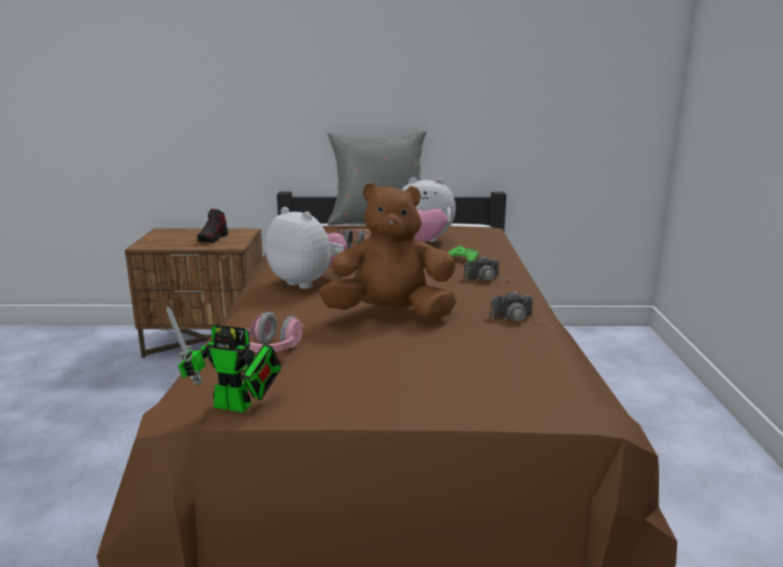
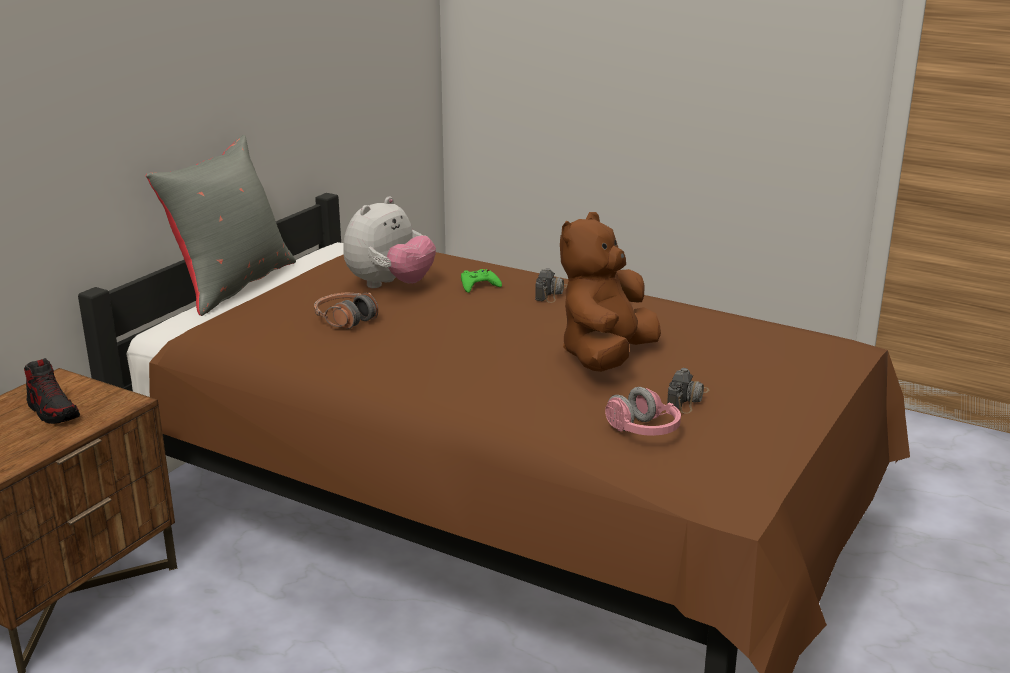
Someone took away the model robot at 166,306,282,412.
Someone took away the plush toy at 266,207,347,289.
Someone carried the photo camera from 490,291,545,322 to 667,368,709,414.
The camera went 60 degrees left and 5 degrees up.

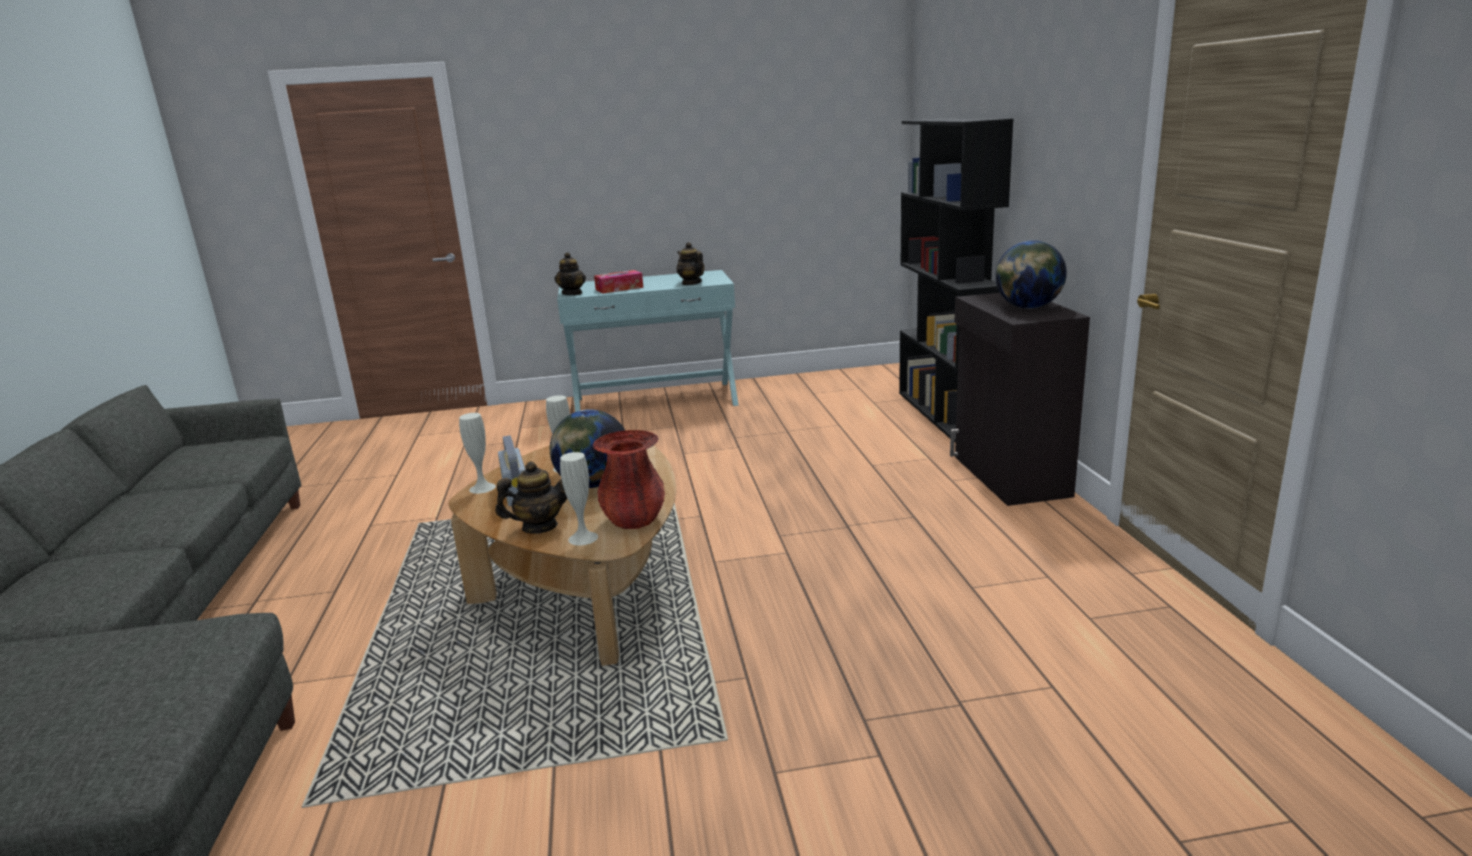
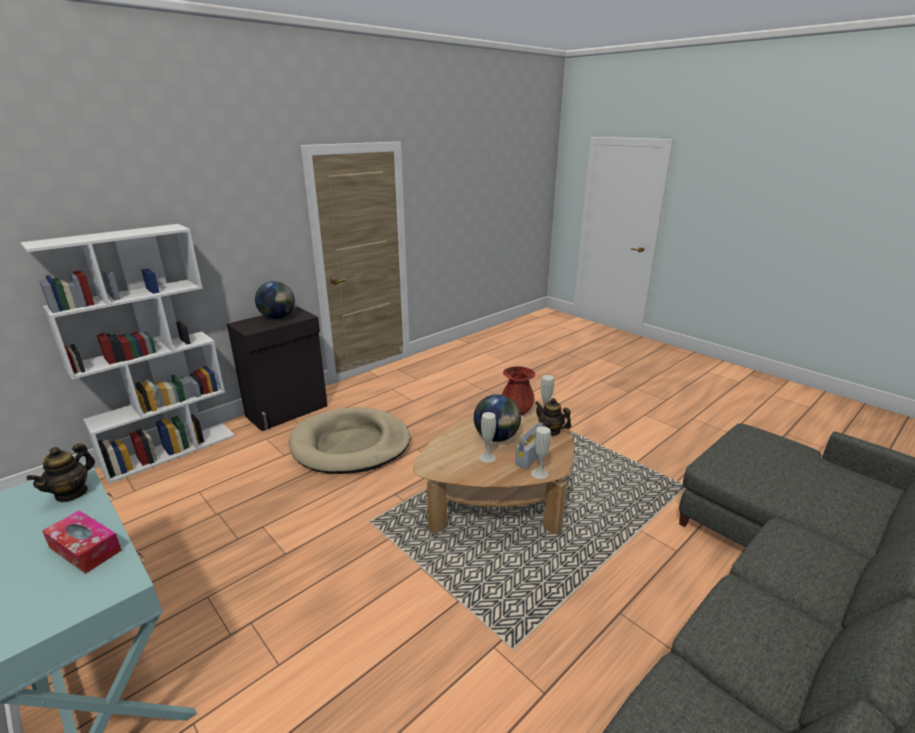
Someone took away the teapot at 555,252,586,295.
Someone put down the dog bed (sand-coloured) at 289,407,410,474.
Someone repainted the shelving unit (black-coloured) at 899,118,1013,442, which became the shelving unit (white-coloured) at 20,224,235,484.
The camera went 125 degrees left and 5 degrees up.

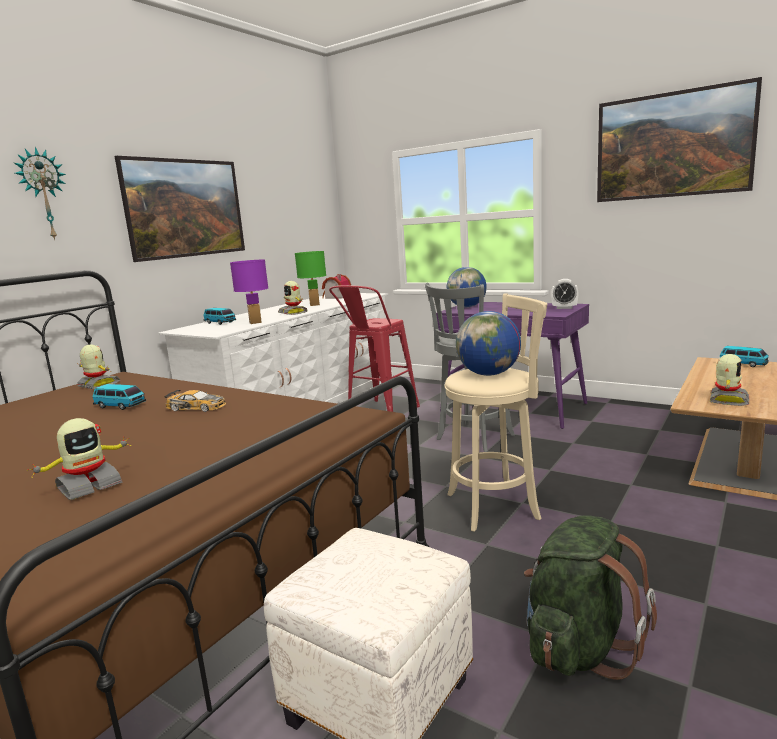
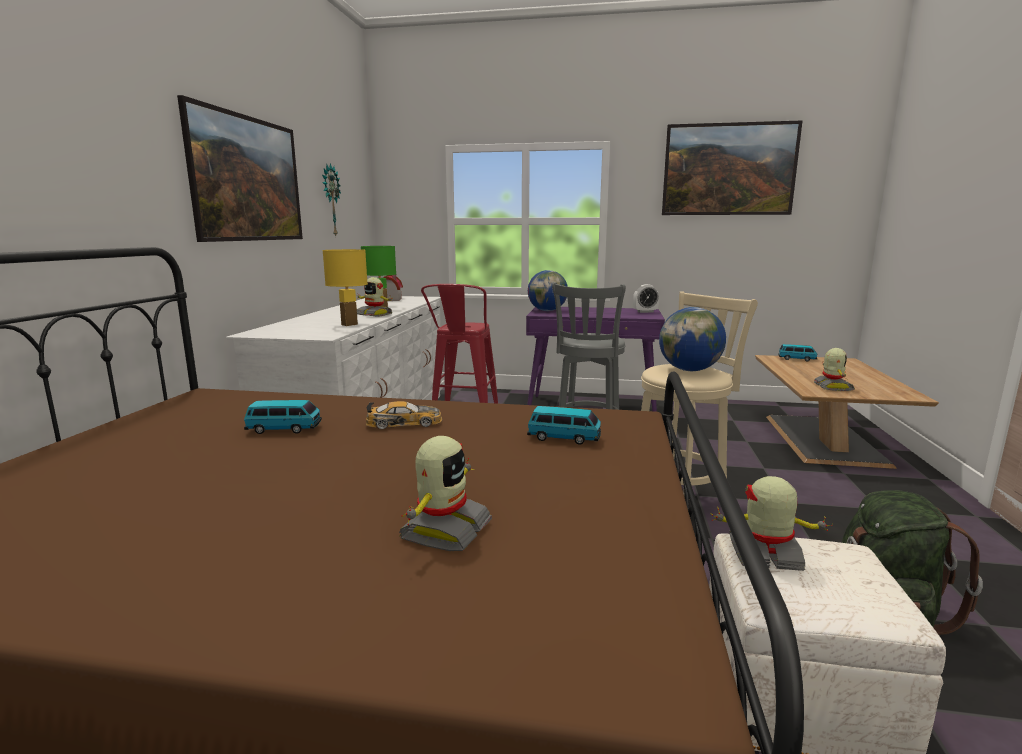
Someone carried the wall clock from 14,147,66,240 to 322,163,341,236.
Someone carried the model robot from 77,344,121,389 to 711,476,832,571.
Someone carried the toy car from 204,308,236,325 to 527,406,601,445.
Someone repainted the tabletop lamp (purple) at 230,260,268,324, which became the tabletop lamp (yellowish) at 322,249,368,326.
The camera went 25 degrees left and 0 degrees up.

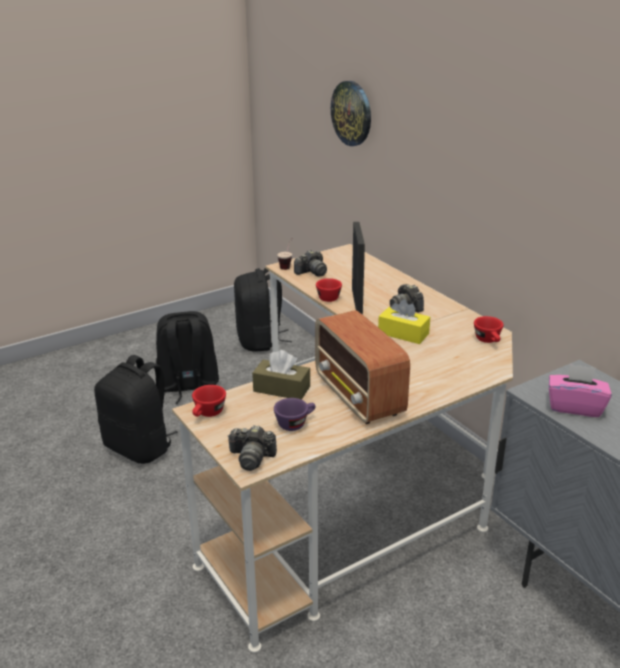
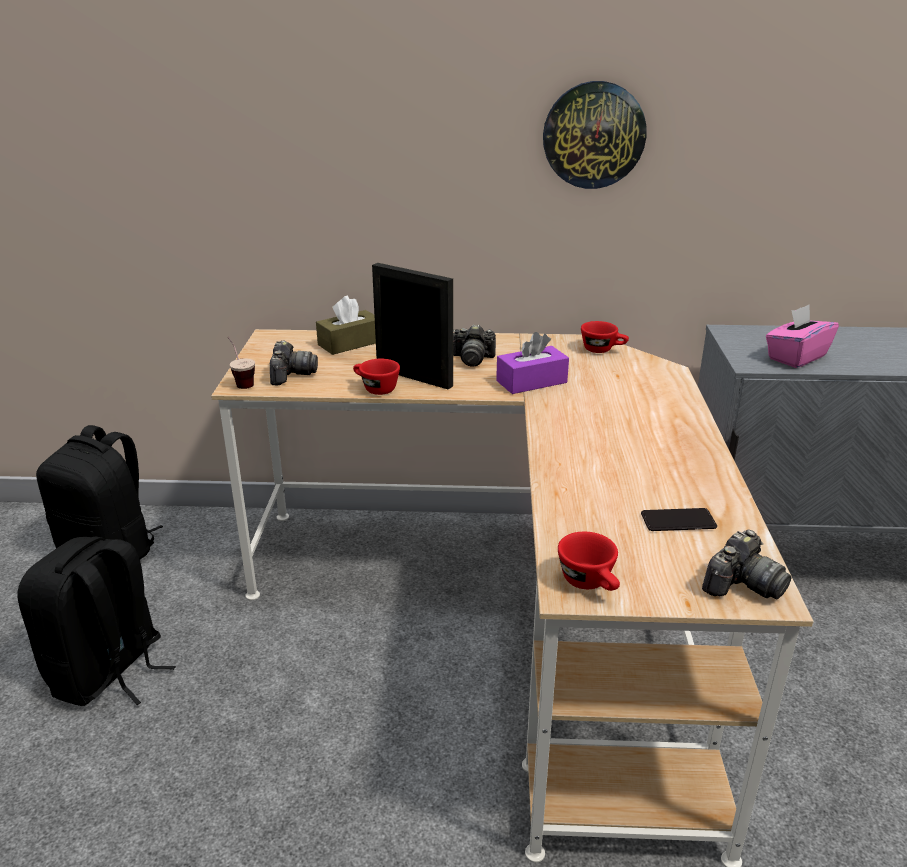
Someone took away the rucksack (black-coloured) at 94,355,178,464.
Someone took away the radio receiver at 315,310,410,424.
Someone carried the tissue box (brown-coloured) from 252,350,310,400 to 316,296,376,355.
Someone carried the wall clock from 331,81,371,146 to 543,81,646,189.
Someone swapped the cup (purple) at 274,398,316,431 for the telephone at 641,508,717,531.
Someone repainted the tissue box (yellowish) at 378,299,430,344, which became the tissue box (purple) at 496,332,569,394.
The camera went 55 degrees left and 0 degrees up.

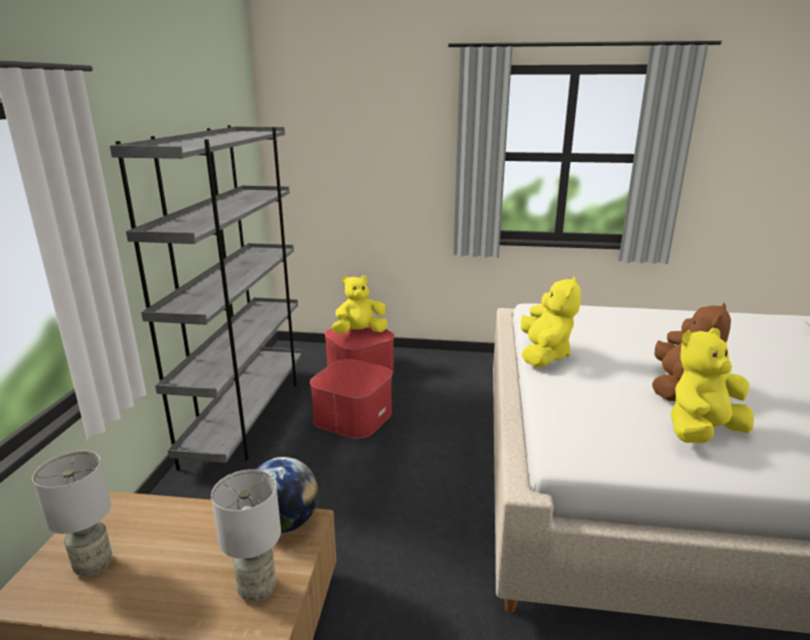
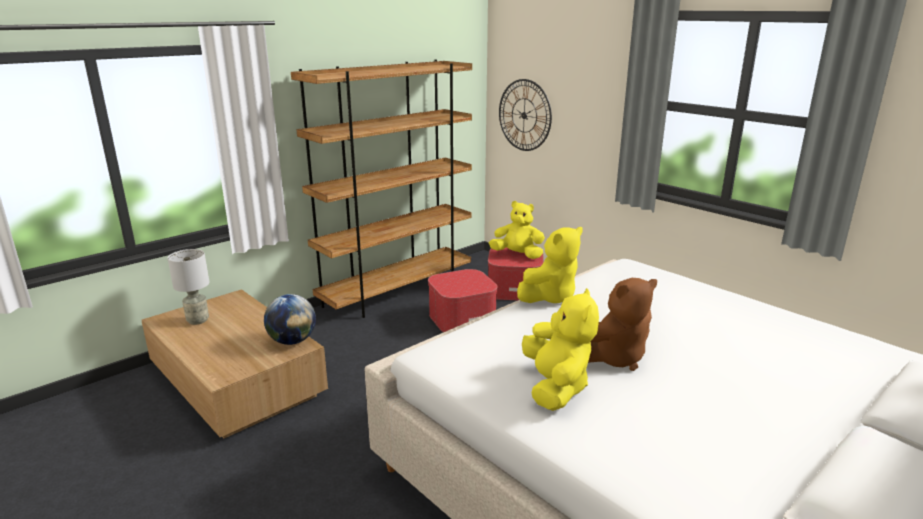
Someone took away the tabletop lamp (grey) at 211,469,281,602.
Someone put up the wall clock at 499,79,552,151.
Someone repainted the shelving unit (grey) at 110,125,302,471, which became the shelving unit (brown-coloured) at 291,60,472,318.
Someone rotated the plush toy (yellowish) at 671,328,754,443 by 75 degrees clockwise.
The camera went 40 degrees right and 0 degrees up.

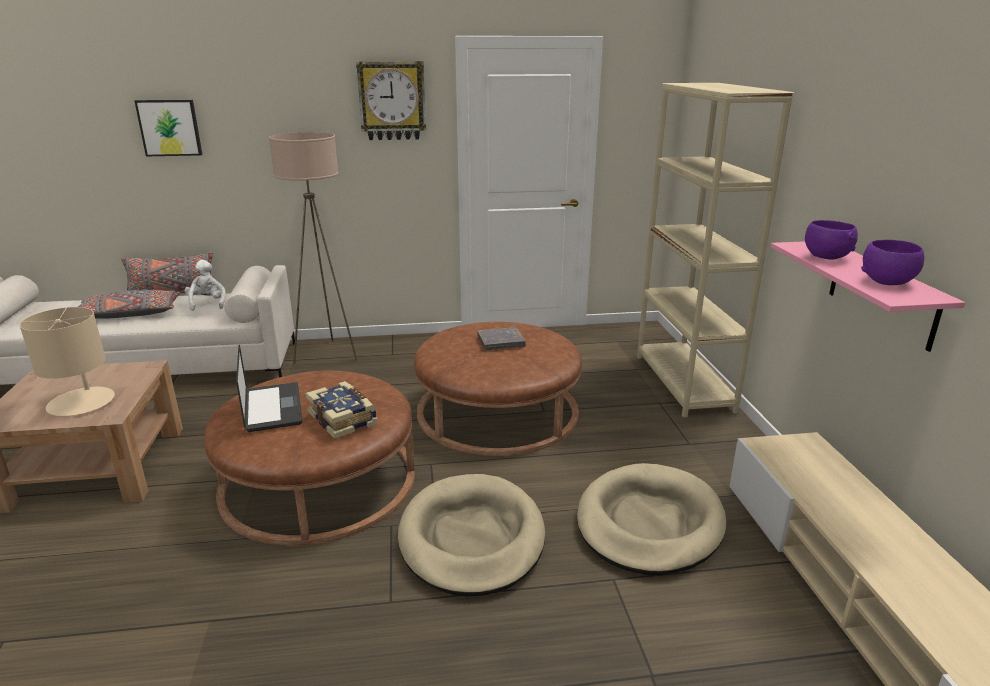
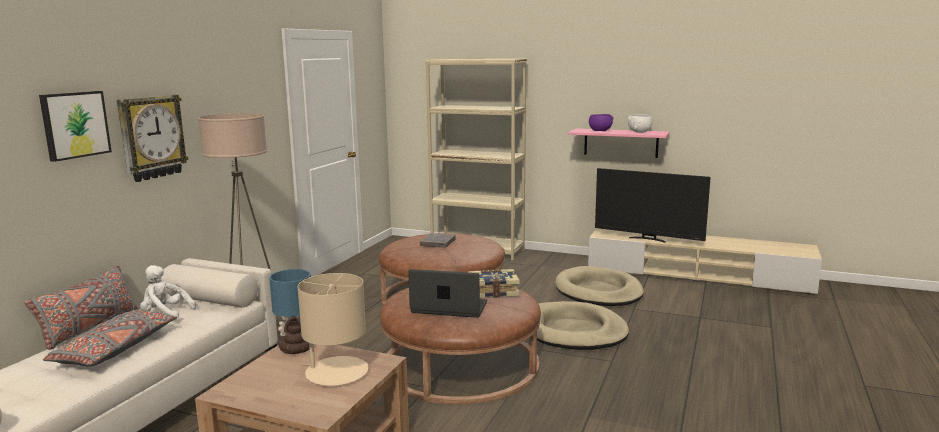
Someone put down the tabletop lamp at 269,269,311,354.
Someone put down the TV set at 595,168,711,243.
Someone carried the wall clock from 356,61,426,140 to 117,95,189,182.
Someone repainted the serving bowl (purple) at 861,240,924,285, which became the serving bowl (white-coloured) at 628,114,653,133.
The camera went 60 degrees left and 10 degrees down.

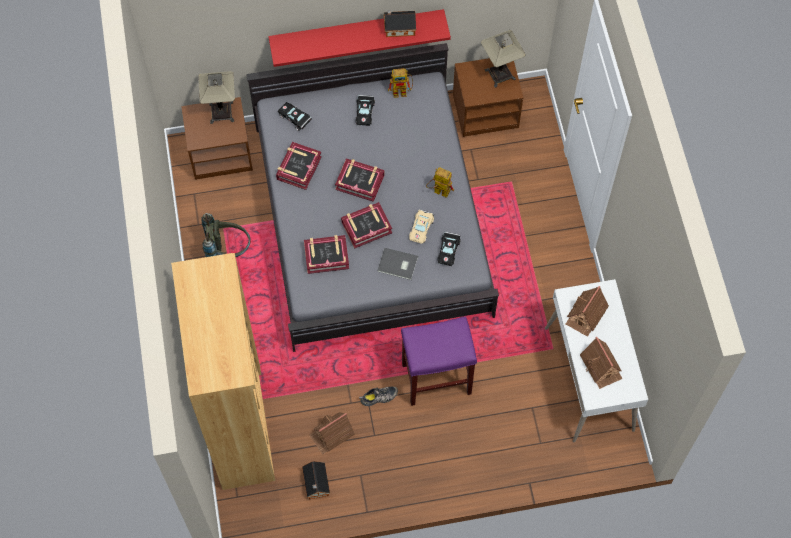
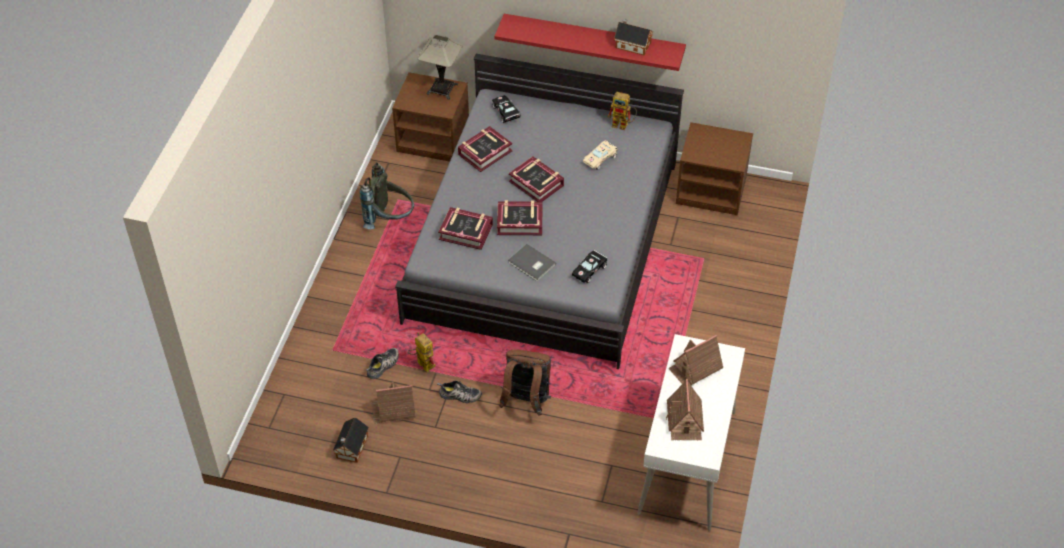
Someone took away the shelving unit (brown-coloured) at 171,253,275,490.
Someone took away the toy car (black-coloured) at 356,95,375,126.
Someone took away the tabletop lamp at 481,30,526,88.
Someone put down the low shoe at 366,348,399,379.
Someone carried the toy car (sand-coloured) from 409,209,434,244 to 583,140,618,170.
Someone carried the model robot from 426,167,455,198 to 407,332,436,372.
Someone swapped the sitting stool (purple) at 401,316,477,406 for the rucksack (brown-coloured) at 499,349,551,416.
The camera went 25 degrees right and 15 degrees down.

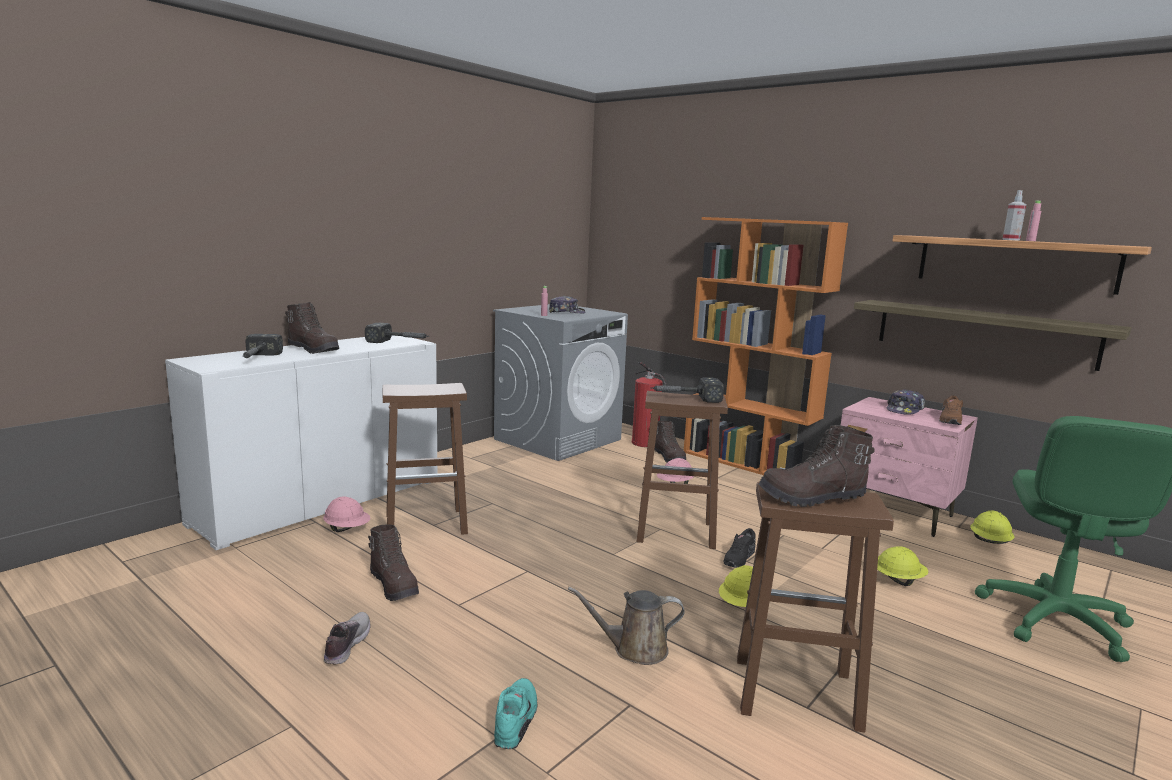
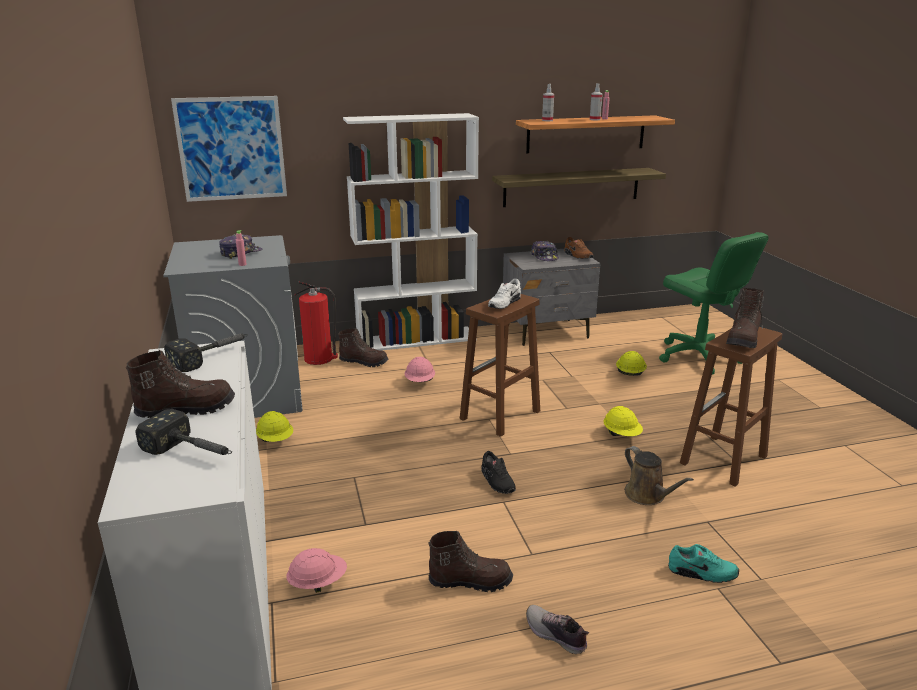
Someone took away the sitting stool (brown-coloured) at 383,383,468,535.
Someone put up the picture at 171,96,287,202.
Someone put down the hand sprayer at 542,84,554,121.
Someone carried the low shoe (black-coloured) from 723,528,756,568 to 481,451,516,494.
Someone carried the hard hat (yellowish) from 970,510,1014,544 to 256,411,293,442.
Someone swapped the hammer at 650,377,724,403 for the low shoe (white-coloured) at 488,279,521,309.
Someone repainted the shelving unit (orange) at 683,217,848,475, which became the shelving unit (white-coloured) at 343,113,479,351.
Someone repainted the nightstand (pinkish) at 841,397,978,537, which became the nightstand (grey) at 503,249,601,346.
Someone rotated the low shoe (turquoise-coloured) at 494,678,537,749 by 150 degrees clockwise.
Someone rotated the watering pot (brown-coloured) at 568,587,685,665 by 60 degrees counterclockwise.
The camera went 55 degrees left and 10 degrees up.

